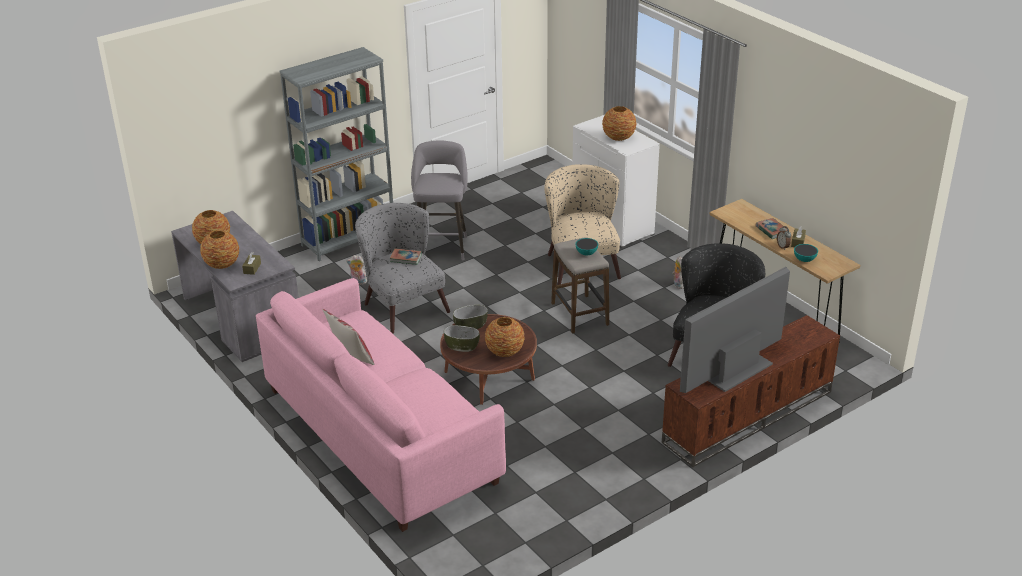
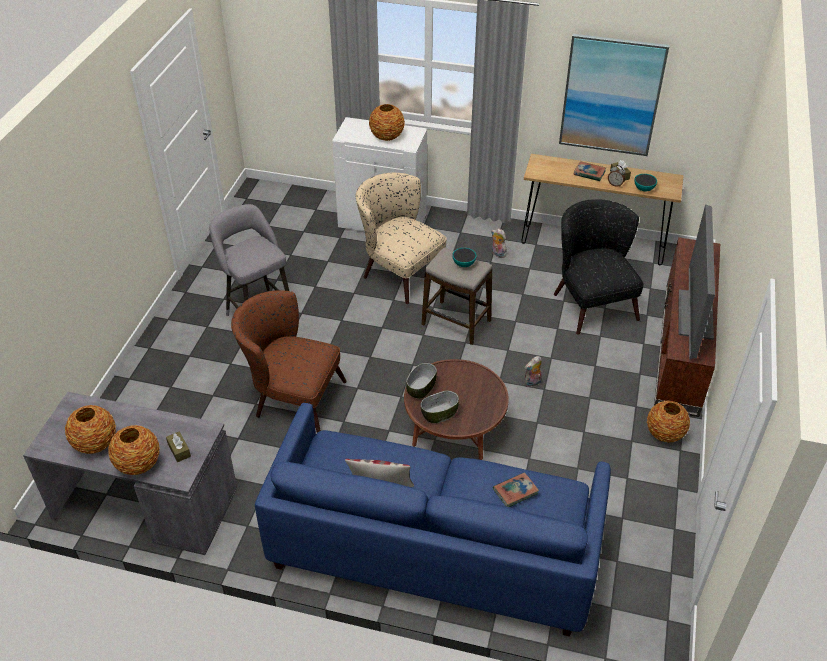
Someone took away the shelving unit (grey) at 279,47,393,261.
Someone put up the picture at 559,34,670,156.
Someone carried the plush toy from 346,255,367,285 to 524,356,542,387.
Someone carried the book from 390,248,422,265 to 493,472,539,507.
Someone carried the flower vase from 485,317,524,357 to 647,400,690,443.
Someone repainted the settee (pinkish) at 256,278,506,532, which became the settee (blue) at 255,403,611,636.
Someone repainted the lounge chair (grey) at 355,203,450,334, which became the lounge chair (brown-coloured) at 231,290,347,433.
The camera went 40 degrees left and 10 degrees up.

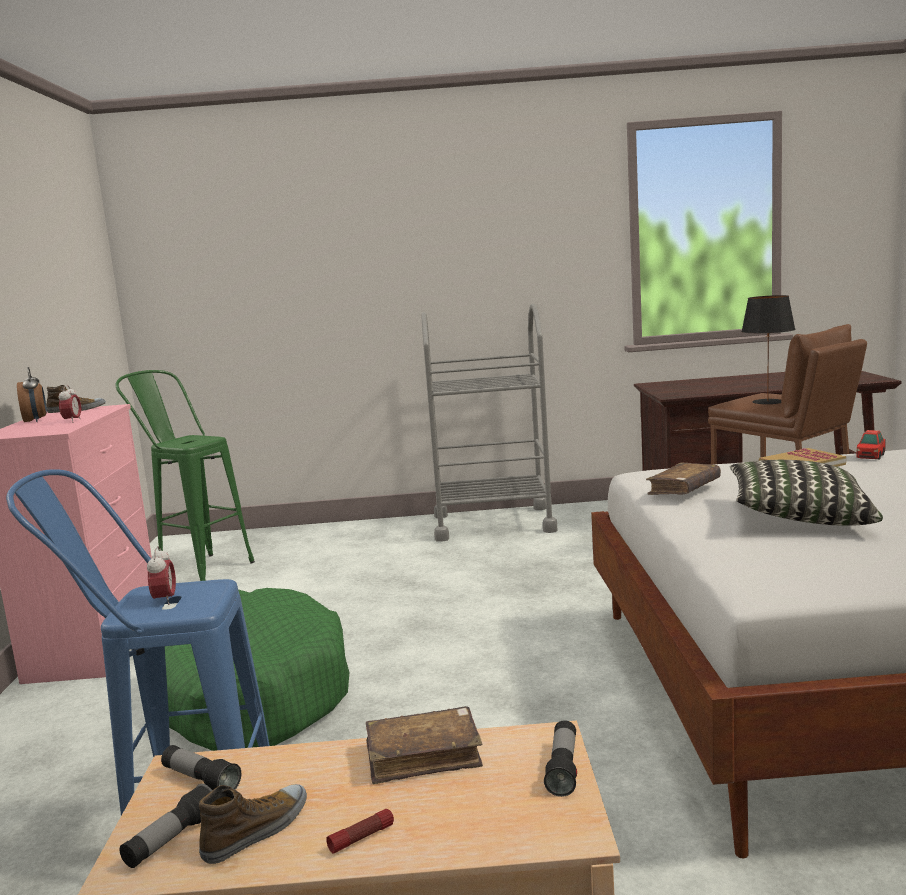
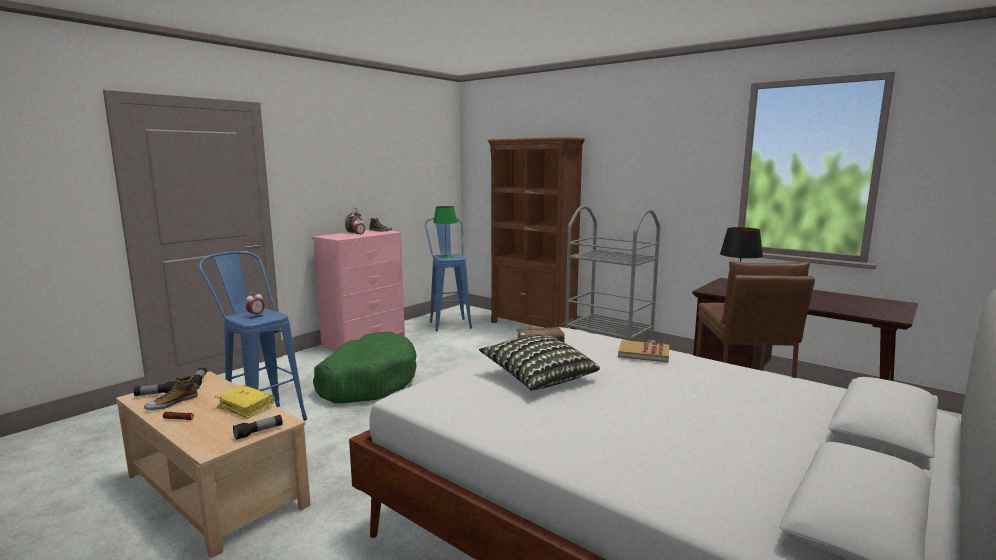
Someone took away the toy car at 857,430,886,459.
Someone put down the tabletop lamp (greenish) at 433,206,457,258.
Someone put down the shelving unit (brown-coloured) at 488,137,585,330.
Someone repainted the sitting stool (greenish) at 115,370,255,581, which became the sitting stool (blue) at 425,218,472,331.
Someone repainted the book (brown-coloured) at 366,706,483,784, which became the book (yellowish) at 215,385,275,419.
Someone rotated the low shoe at 199,784,307,864 by 135 degrees clockwise.
The camera went 40 degrees right and 0 degrees up.

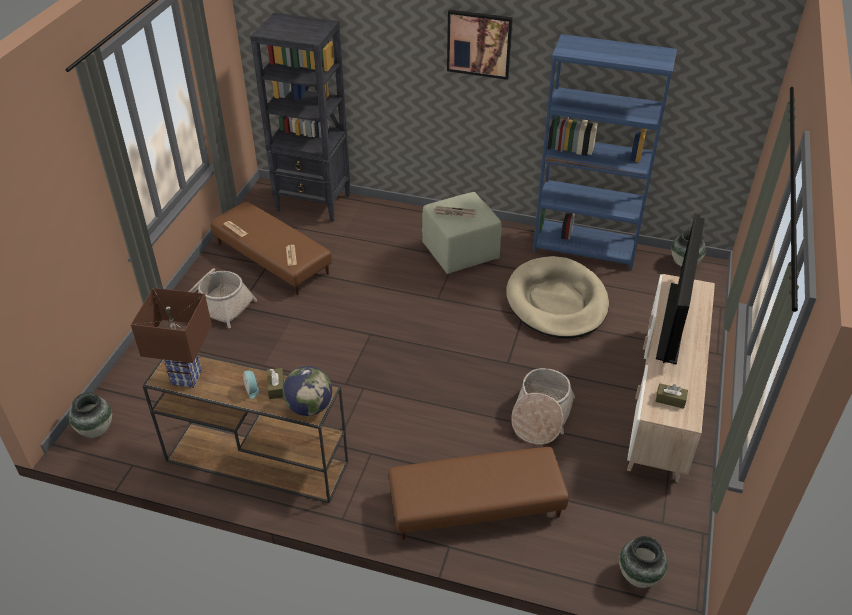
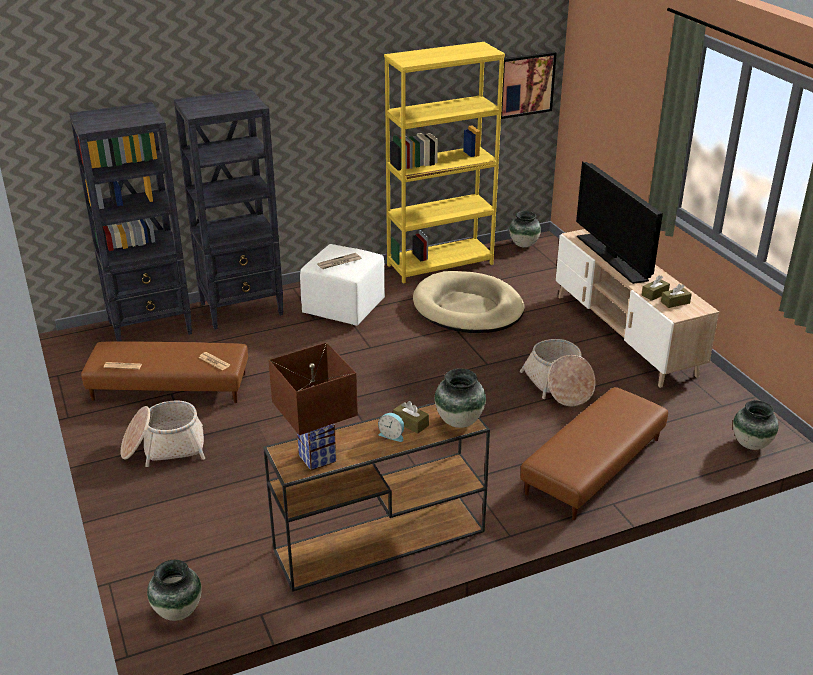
Someone put down the shelving unit (black-coloured) at 174,89,284,330.
Someone put down the tissue box (brown-coloured) at 642,276,670,301.
Someone carried the picture from 447,9,513,80 to 501,52,557,119.
Someone swapped the globe at 282,366,332,416 for the flower vase at 435,369,486,428.
Someone repainted the ottoman (greenish) at 422,192,501,274, which became the ottoman (white-coloured) at 300,244,385,326.
Someone repainted the shelving unit (blue) at 533,34,677,270, which became the shelving unit (yellowish) at 384,42,505,283.
The camera went 40 degrees left and 10 degrees down.

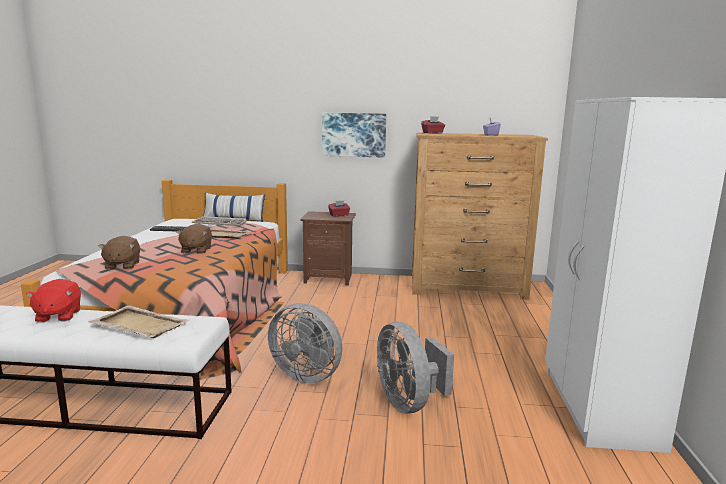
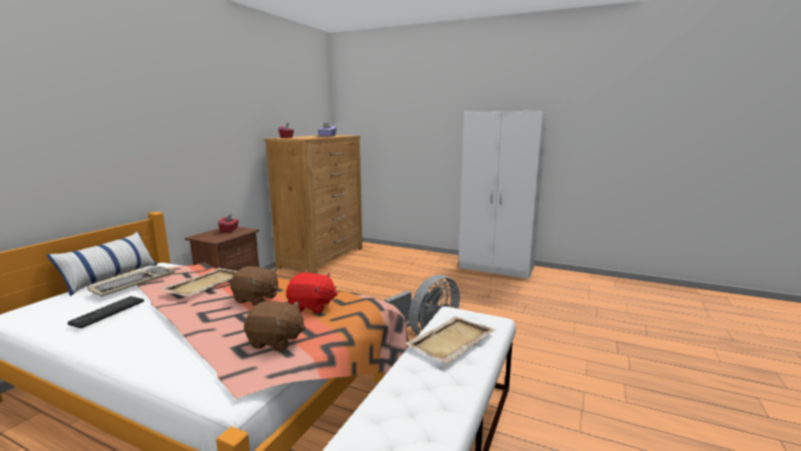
Someone took away the picture at 322,113,386,158.
Someone took away the cooling fan (grey) at 377,322,454,414.
Someone carried the plush toy (reddish) from 26,279,81,323 to 286,273,338,313.
The camera went 70 degrees left and 0 degrees up.

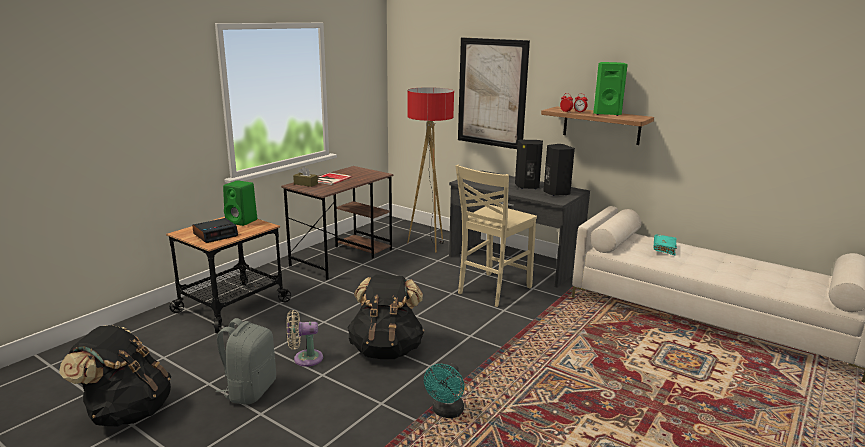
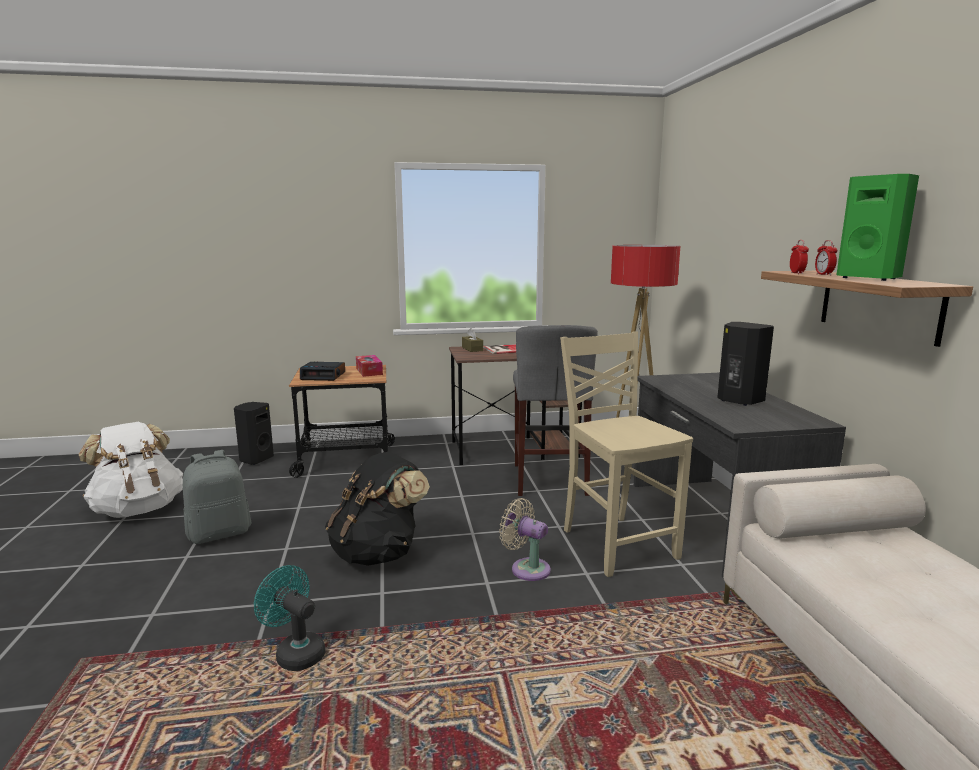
Someone took away the picture at 458,37,530,149.
Someone took away the book (turquoise-coloured) at 654,234,677,255.
Someone put down the sitting stool (grey) at 513,325,598,496.
Someone carried the cooling fan (sand-coloured) from 287,310,323,366 to 499,498,551,581.
Someone carried the speaker (black-coloured) from 543,144,575,196 to 234,402,274,465.
Someone swapped the speaker (greenish) at 223,180,257,226 for the tissue box at 356,355,383,377.
Someone repainted the rucksack (black-coloured) at 59,325,171,426, which became the rucksack (white-coloured) at 79,422,183,518.
Someone rotated the cooling fan (turquoise-coloured) at 424,364,464,418 by 60 degrees clockwise.
Someone rotated the chair (sand-coloured) at 456,165,537,307 by 75 degrees clockwise.
The camera went 45 degrees right and 5 degrees down.

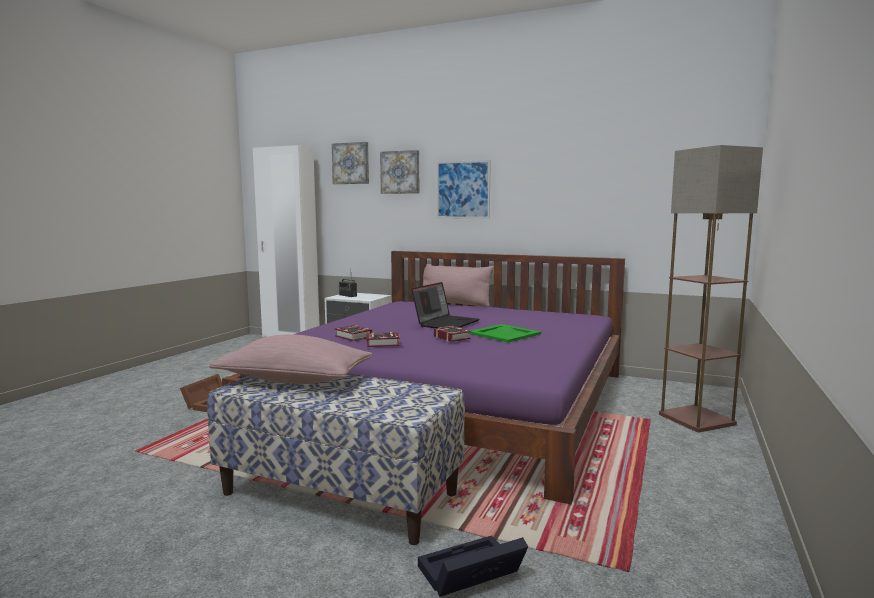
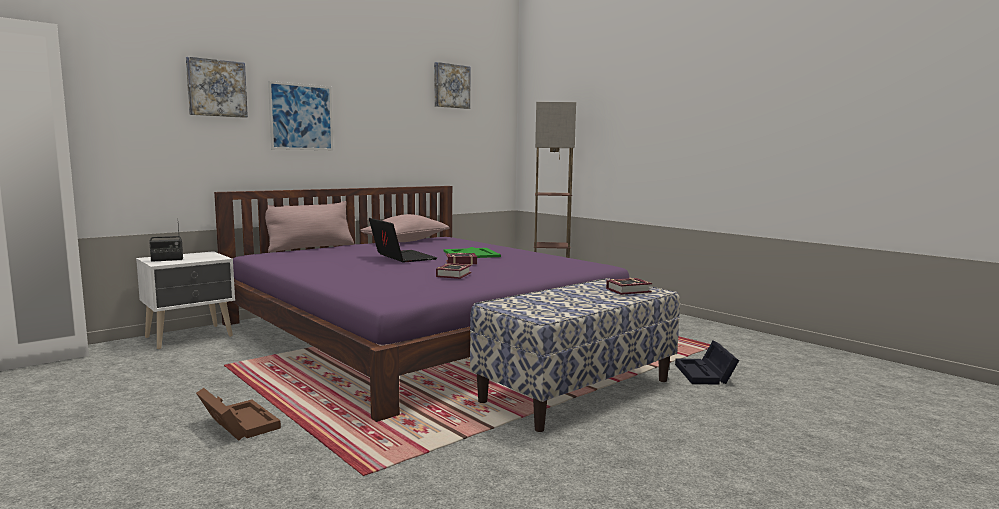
Someone carried the cushion (pinkish) from 209,334,372,384 to 361,214,449,242.
Someone carried the picture from 332,142,369,184 to 434,62,471,109.
Someone carried the book from 334,325,372,341 to 606,278,652,295.
The camera went 65 degrees left and 0 degrees up.

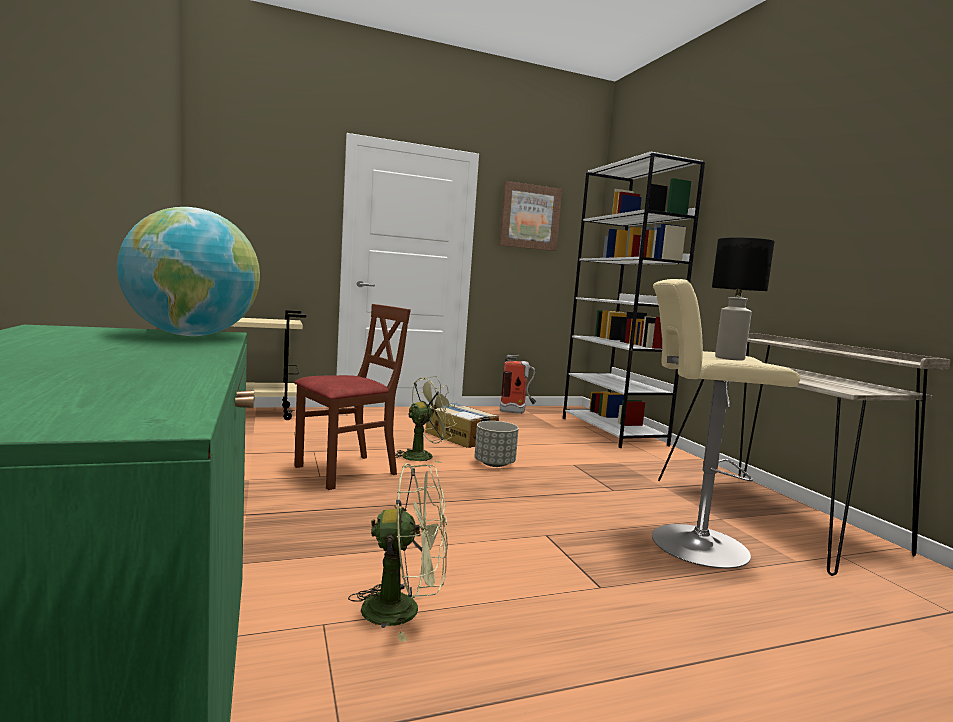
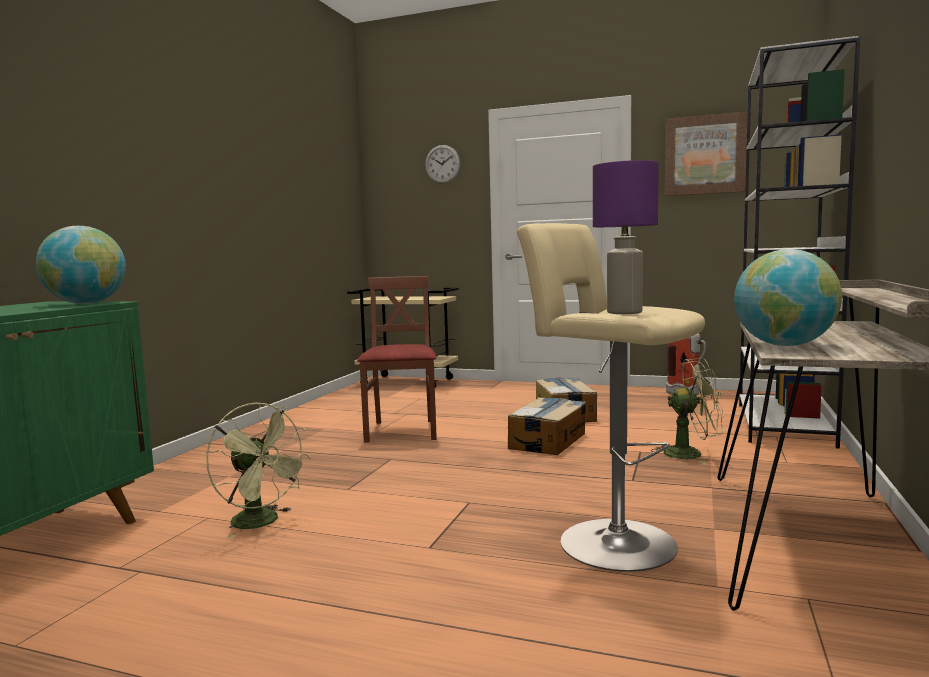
Someone put up the wall clock at 425,145,460,183.
Someone put down the globe at 734,249,842,346.
Someone carried the cooling fan (greenish) from 395,376,457,463 to 652,357,724,464.
Someone swapped the plant pot (grey) at 475,421,519,467 for the cardboard box at 508,397,586,455.
Someone repainted the tabletop lamp (black-coloured) at 712,238,774,361, which became the tabletop lamp (purple) at 593,160,659,314.
Someone rotated the chair (brown-coloured) at 294,304,411,490 by 90 degrees counterclockwise.
The camera went 40 degrees right and 0 degrees up.

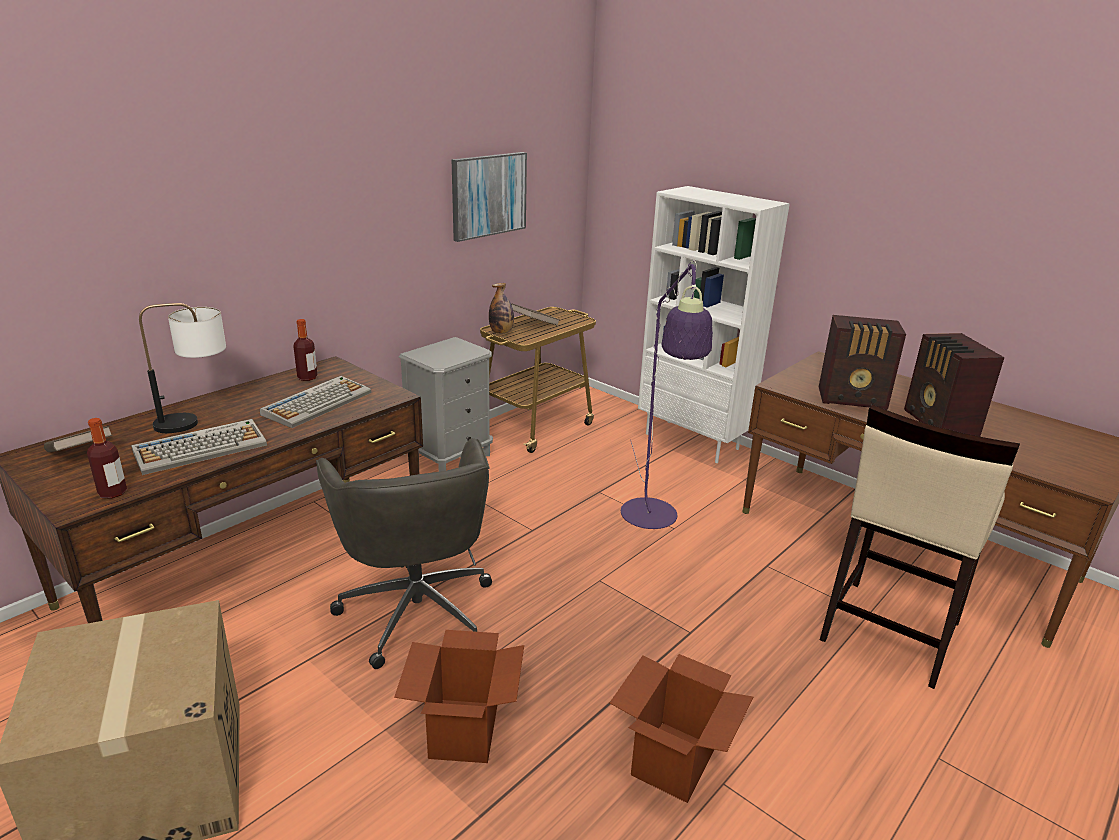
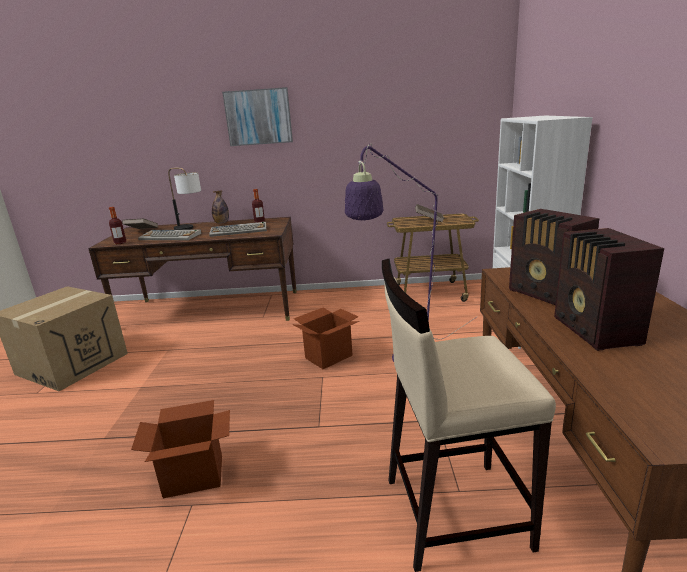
Someone took away the desk chair (grey) at 316,438,492,669.
Someone took away the nightstand (grey) at 399,337,493,472.
Someone carried the cardboard box from 394,630,524,763 to 292,307,359,369.
Someone carried the picture from 451,152,527,242 to 222,87,293,146.
Someone carried the beverage bottle from 489,283,514,334 to 212,191,229,224.
Someone rotated the radio receiver at 904,333,1004,437 by 45 degrees counterclockwise.
The camera went 50 degrees right and 5 degrees down.

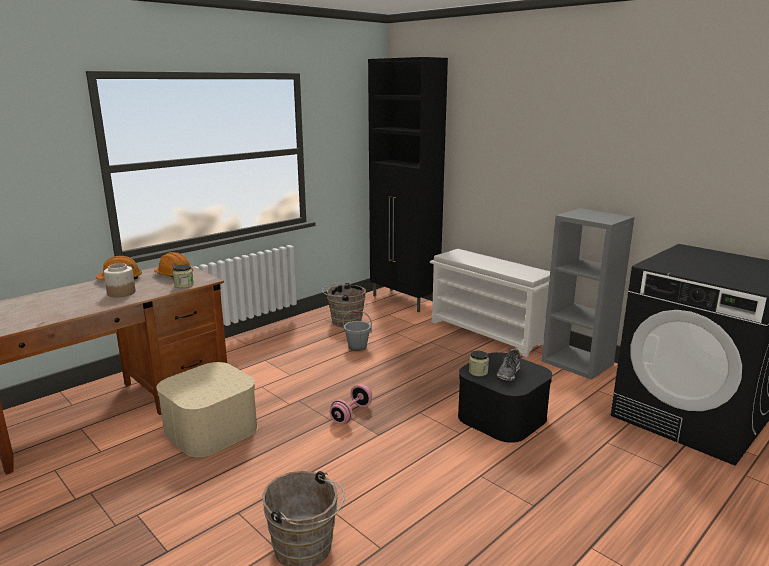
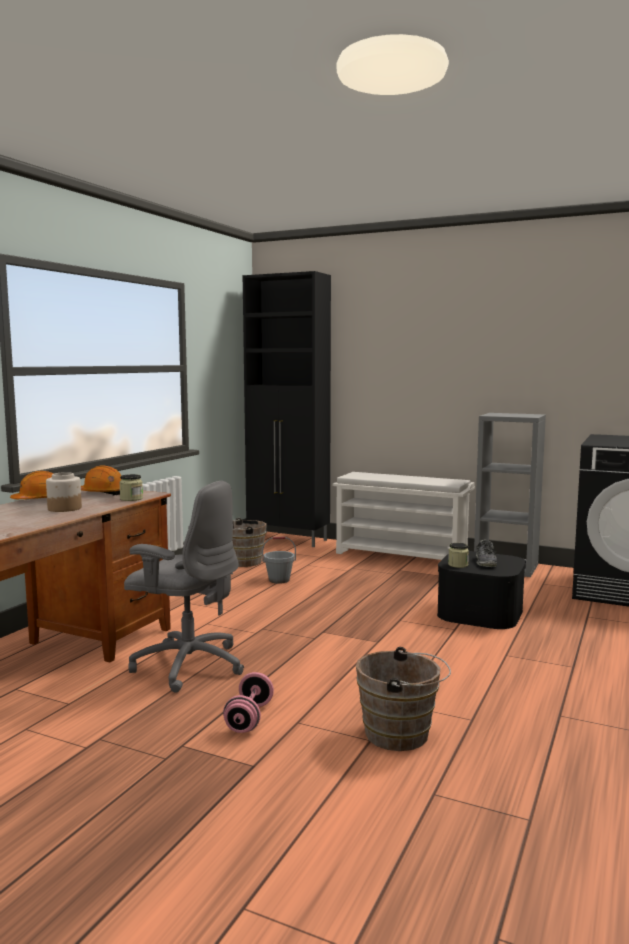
Someone carried the hand weight (pinkish) from 330,384,372,424 to 223,672,274,733.
Someone swapped the storage bin (sand-coloured) at 156,362,258,457 for the desk chair (grey) at 124,481,244,693.
The camera went 20 degrees left and 10 degrees down.

